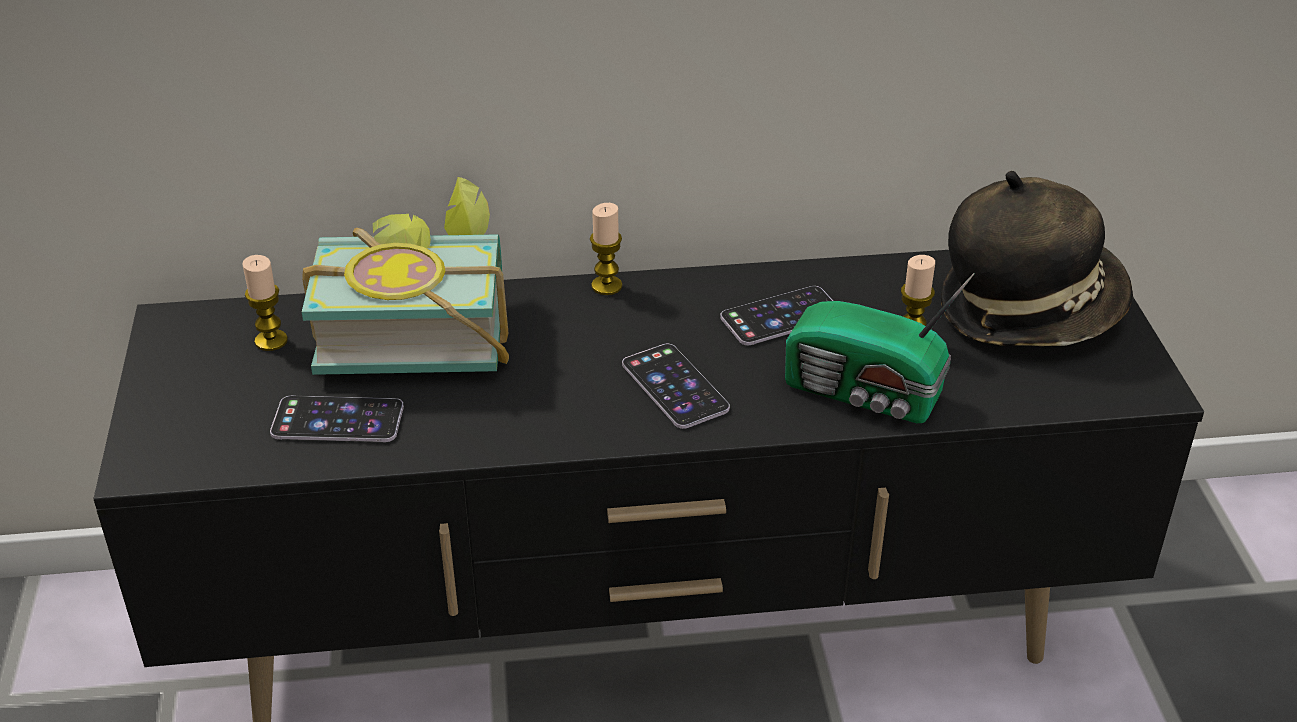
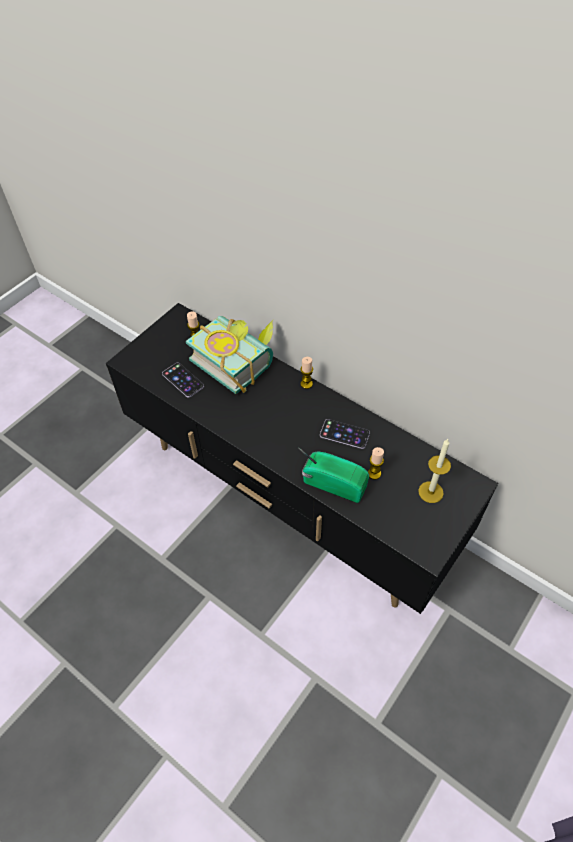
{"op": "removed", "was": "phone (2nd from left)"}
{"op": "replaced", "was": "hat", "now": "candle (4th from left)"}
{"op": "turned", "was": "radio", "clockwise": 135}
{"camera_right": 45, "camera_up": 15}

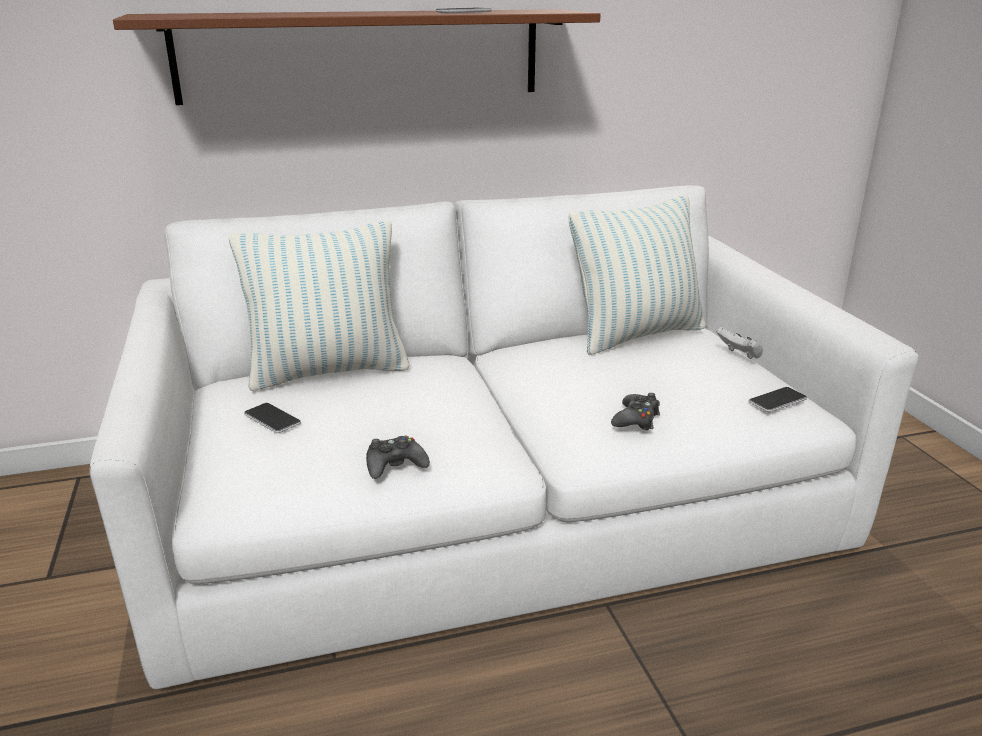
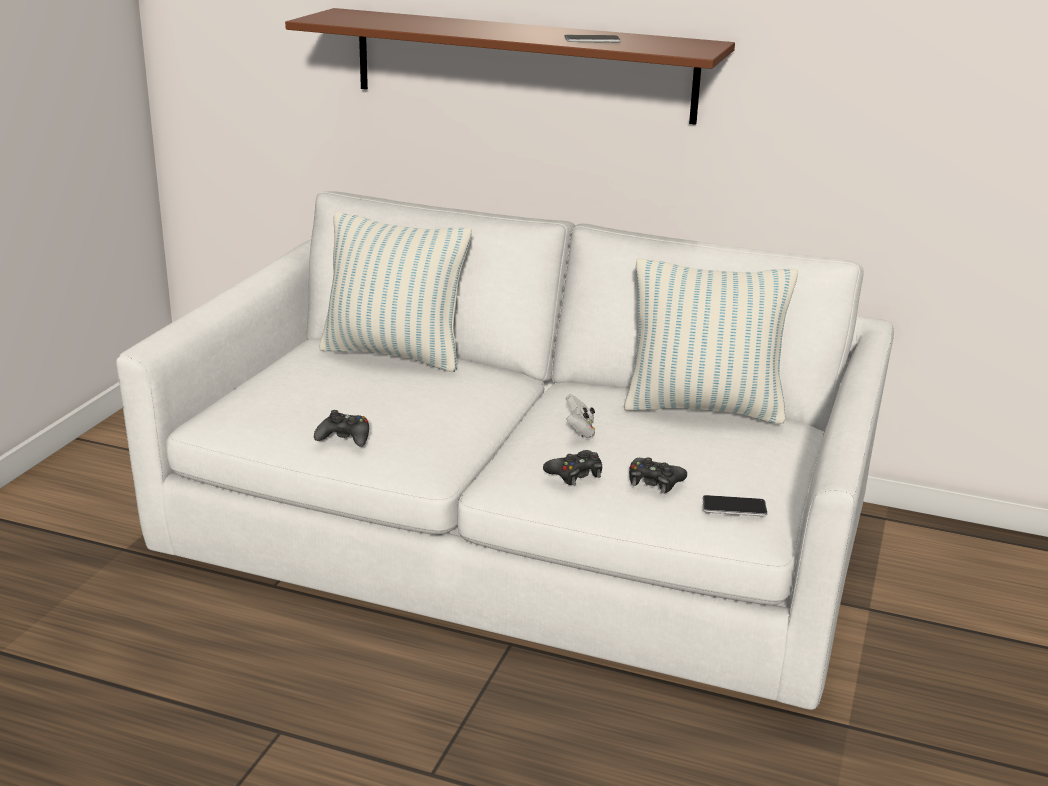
{"op": "removed", "was": "phone (1st from left)"}
{"op": "added", "now": "black game controller (3rd from left)"}
{"op": "moved", "was": "white game controller"}
{"camera_right": 35, "camera_up": 0}

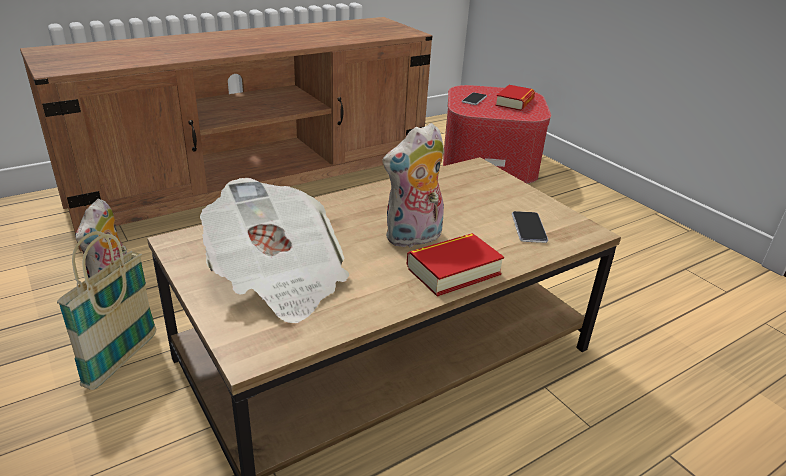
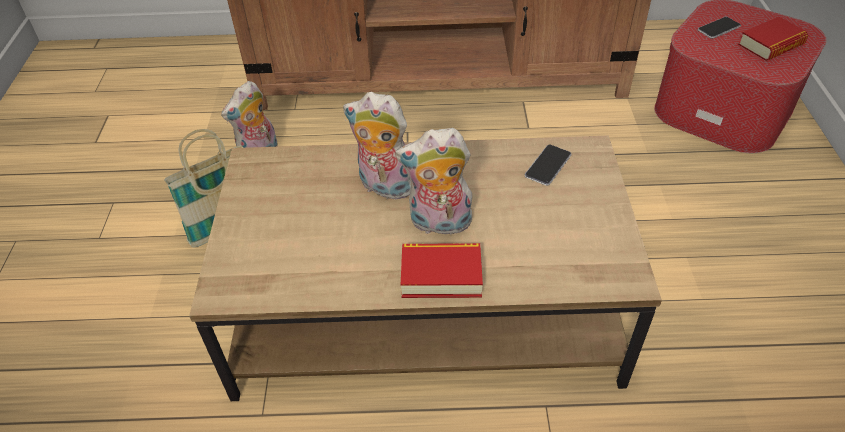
{"op": "removed", "was": "newspaper"}
{"op": "added", "now": "plush toy (2nd from left)"}
{"op": "moved", "was": "phone (2nd from left in the first image)", "now": "phone (1st from left)"}
{"camera_right": 35, "camera_up": 15}

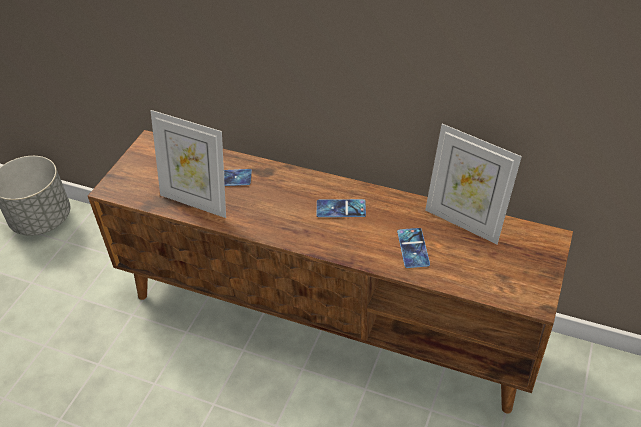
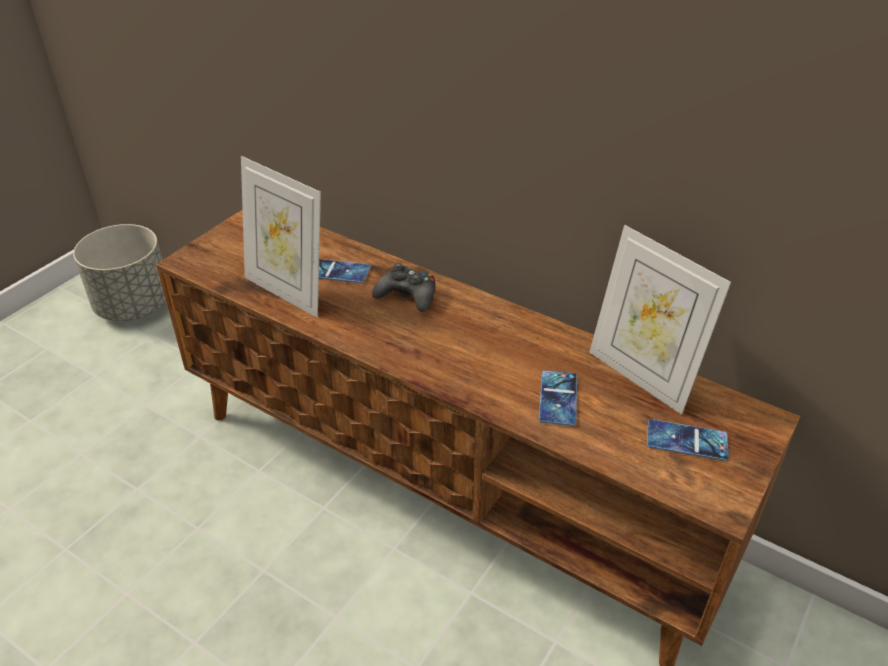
{"op": "added", "now": "black game controller"}
{"op": "moved", "was": "phone (2nd from left in the first image)", "now": "phone (3rd from left)"}
{"camera_right": 10, "camera_up": -5}

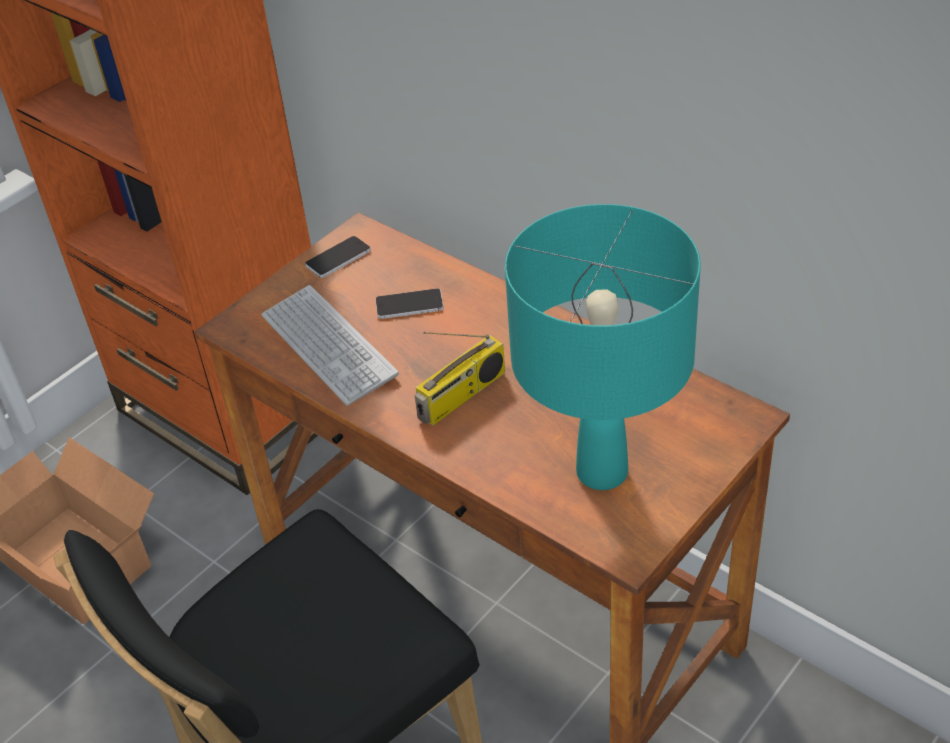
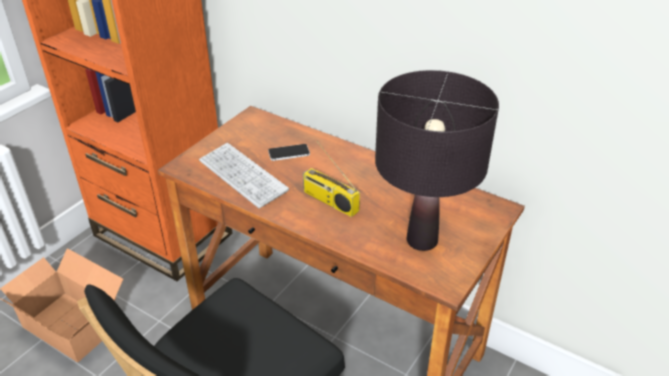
{"op": "removed", "was": "phone (1st from left)"}
{"op": "recoloured", "was": "turquoise table lamp", "now": "black table lamp"}
{"op": "turned", "was": "radio", "clockwise": 90}
{"camera_right": -10, "camera_up": -5}

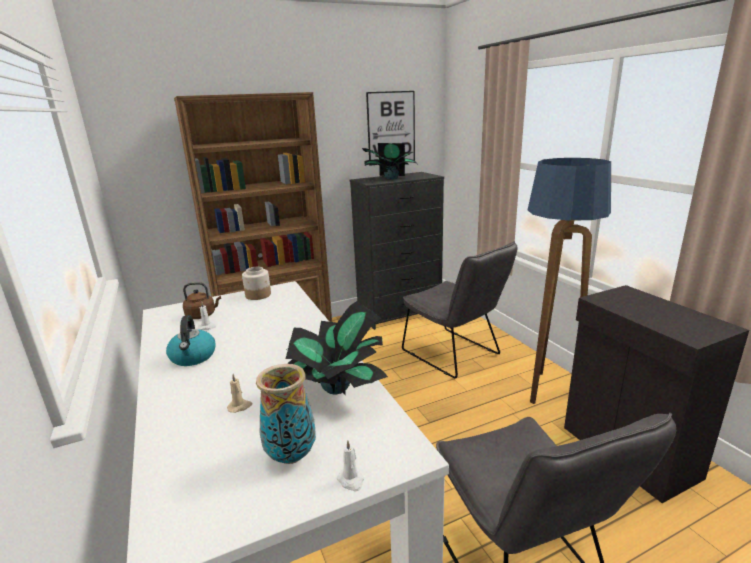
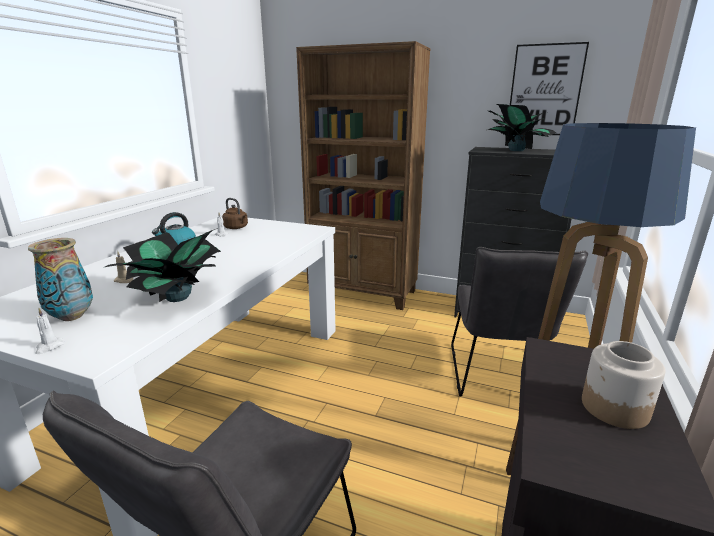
{"op": "moved", "was": "jar"}
{"camera_right": 45, "camera_up": 0}

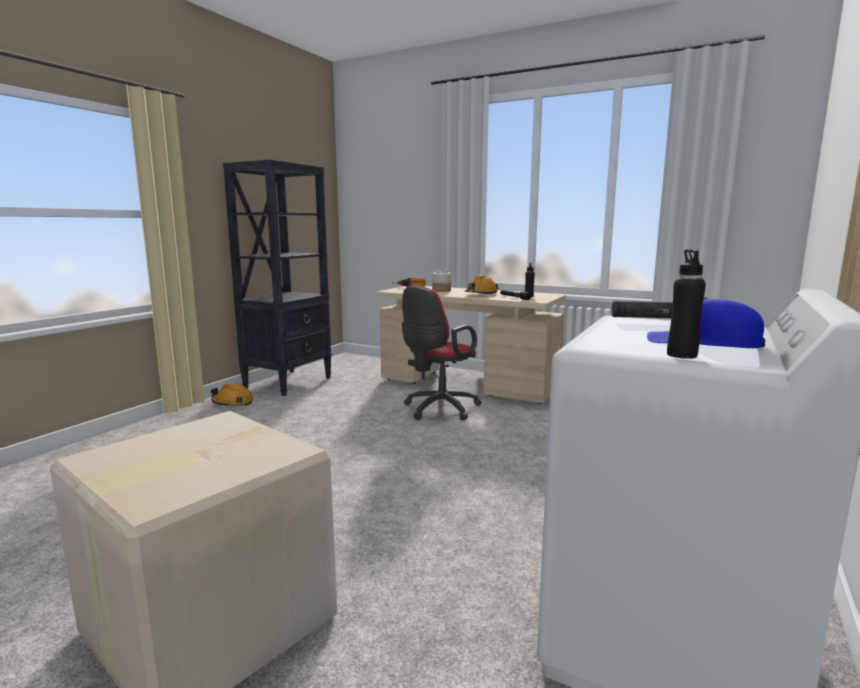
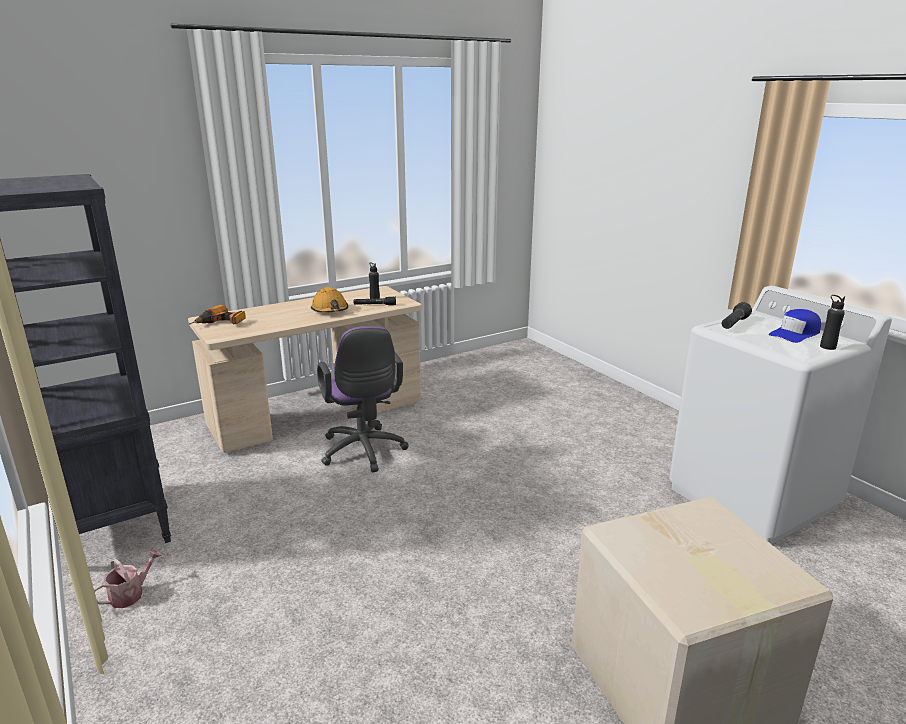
{"op": "removed", "was": "jar"}
{"op": "replaced", "was": "orange hard hat (1st from left)", "now": "watering can"}
{"op": "recoloured", "was": "red office chair", "now": "purple office chair"}
{"camera_right": -60, "camera_up": 10}

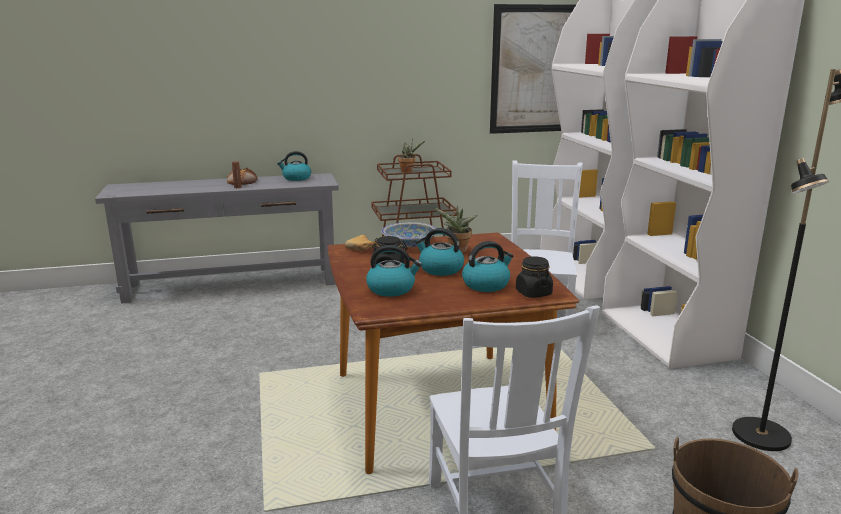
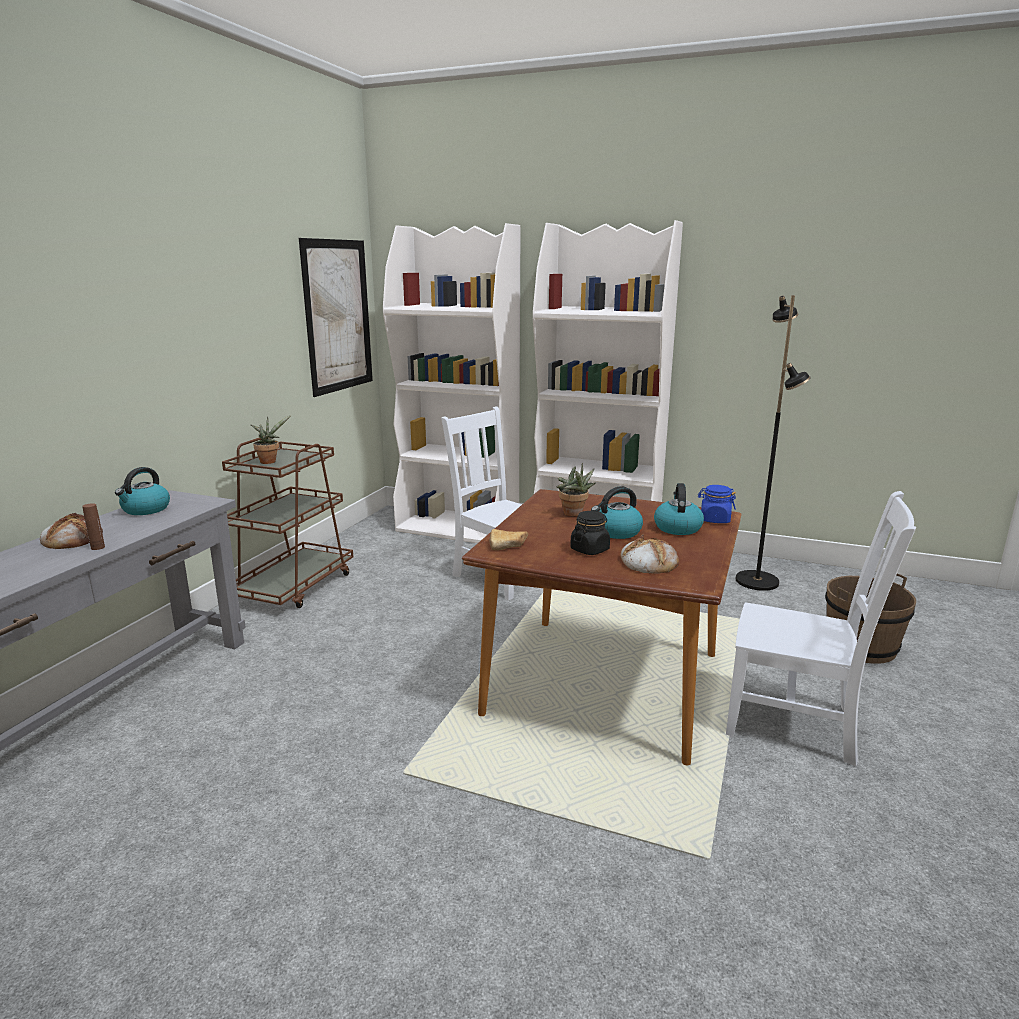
{"op": "removed", "was": "bowl"}
{"op": "replaced", "was": "kettle (2nd from left)", "now": "bread (3rd from left)"}
{"op": "recoloured", "was": "black jar (2nd from left)", "now": "blue jar"}
{"camera_right": -55, "camera_up": 0}

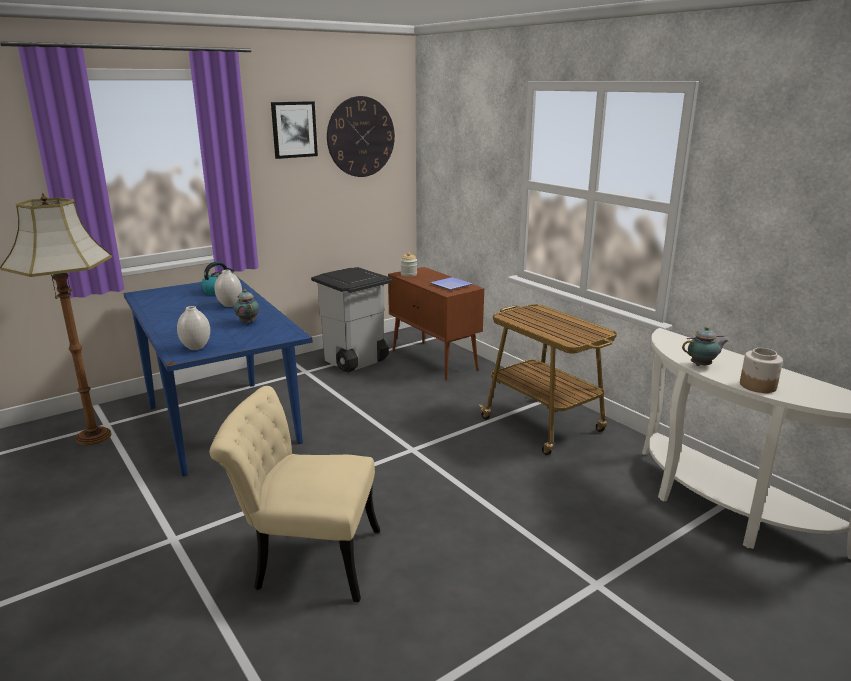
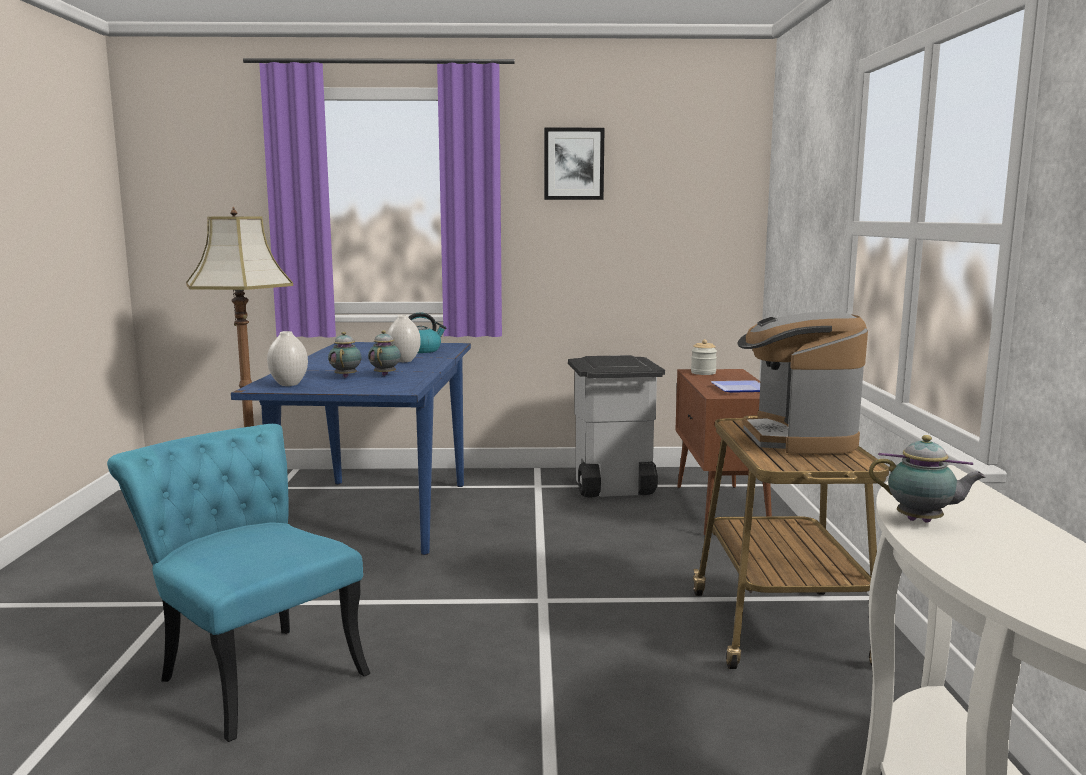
{"op": "removed", "was": "wall clock"}
{"op": "removed", "was": "jar (2nd from left)"}
{"op": "added", "now": "teapot (1st from left)"}
{"op": "added", "now": "coffee machine"}
{"op": "recoloured", "was": "beige chair", "now": "turquoise chair"}
{"camera_right": 35, "camera_up": -10}

